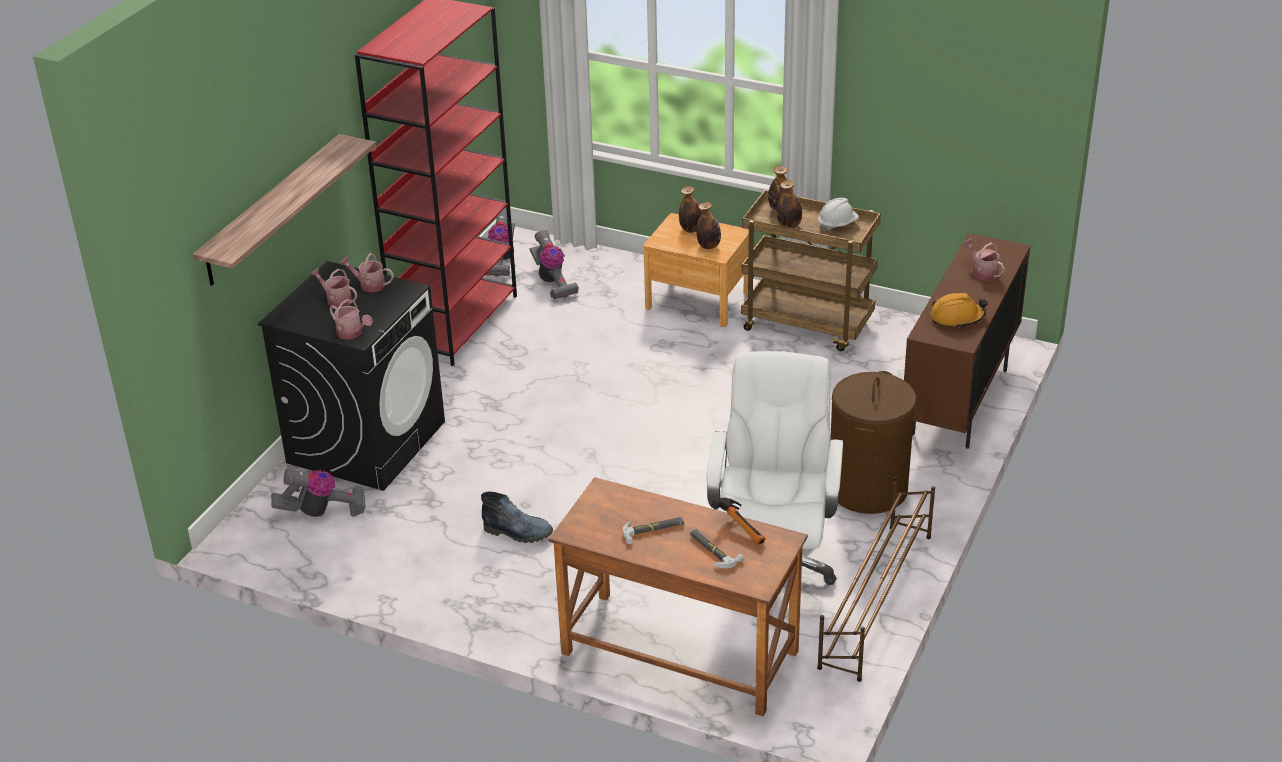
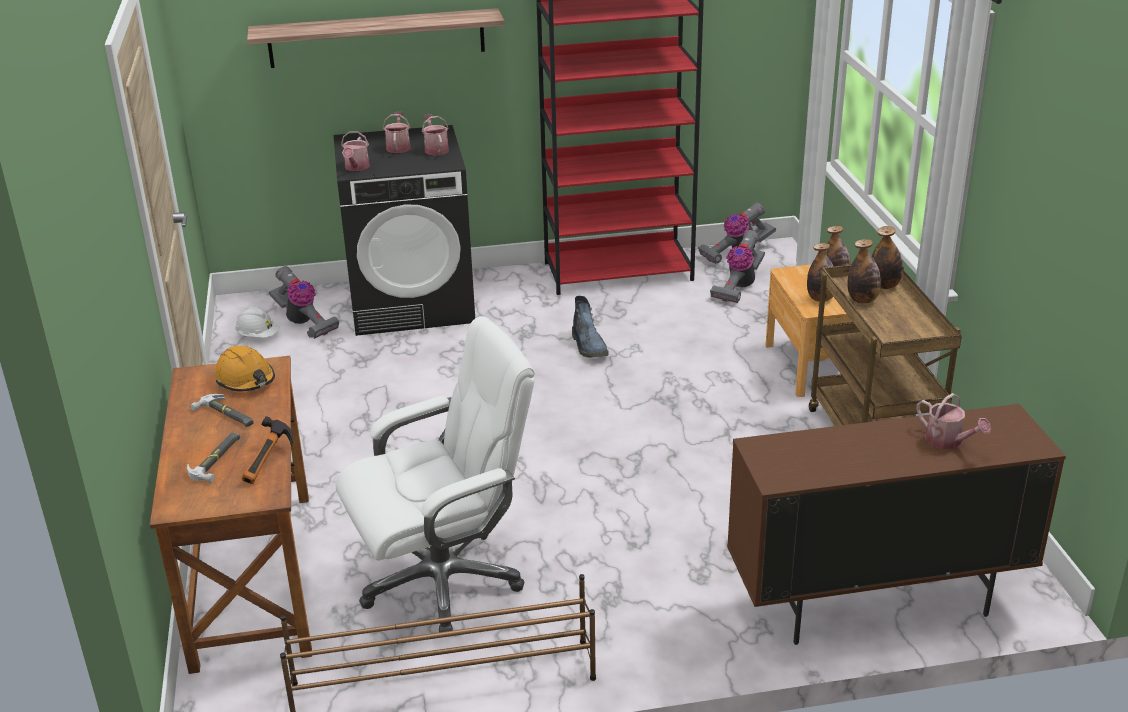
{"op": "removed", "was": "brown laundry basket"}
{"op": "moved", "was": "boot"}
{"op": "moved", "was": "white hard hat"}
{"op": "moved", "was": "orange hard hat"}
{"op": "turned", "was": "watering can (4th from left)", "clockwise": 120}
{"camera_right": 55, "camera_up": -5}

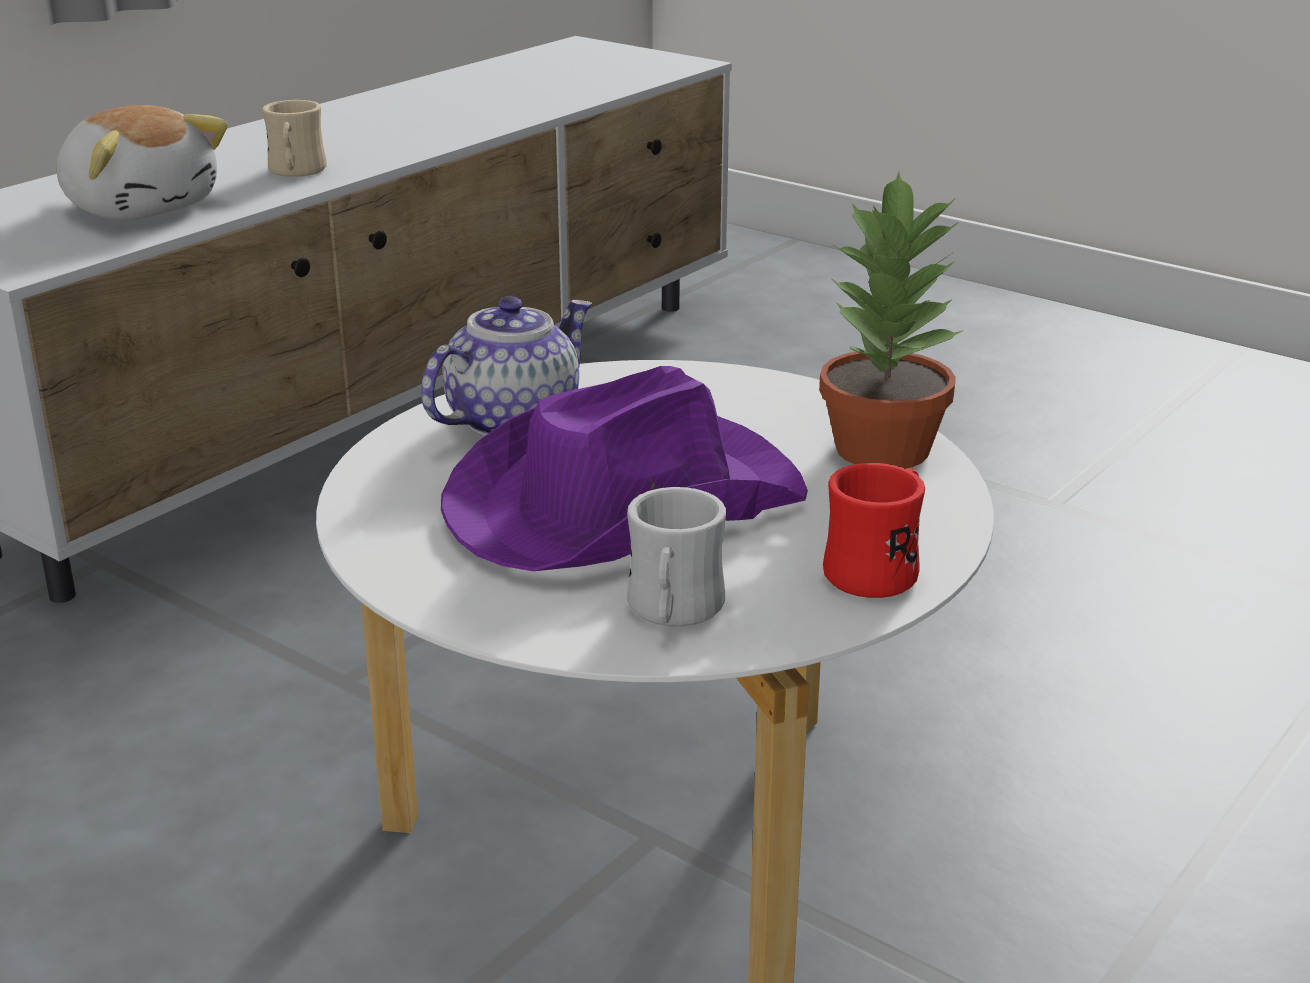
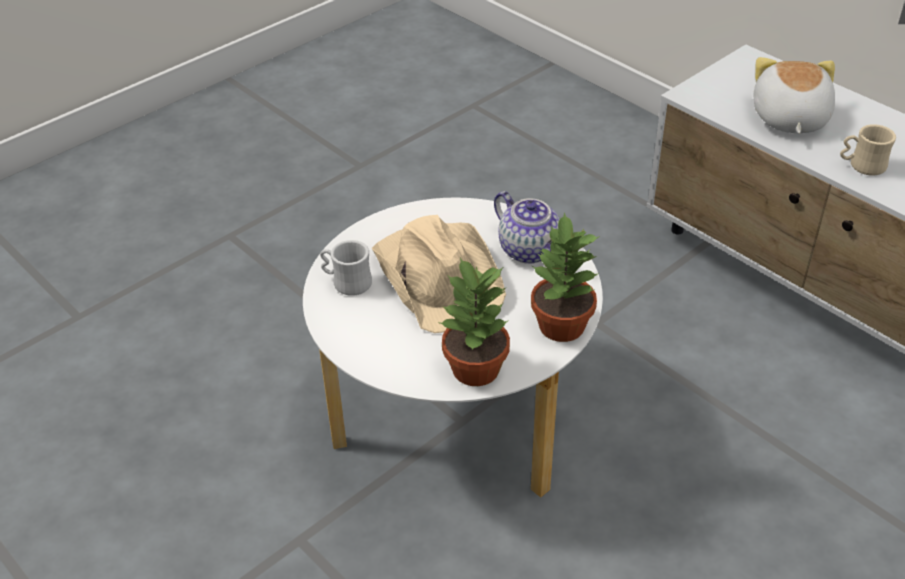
{"op": "removed", "was": "red mug"}
{"op": "added", "now": "potted plant (2nd from left)"}
{"op": "recoloured", "was": "purple hat", "now": "beige hat"}
{"op": "turned", "was": "plush toy", "clockwise": 135}
{"camera_right": 100, "camera_up": 15}

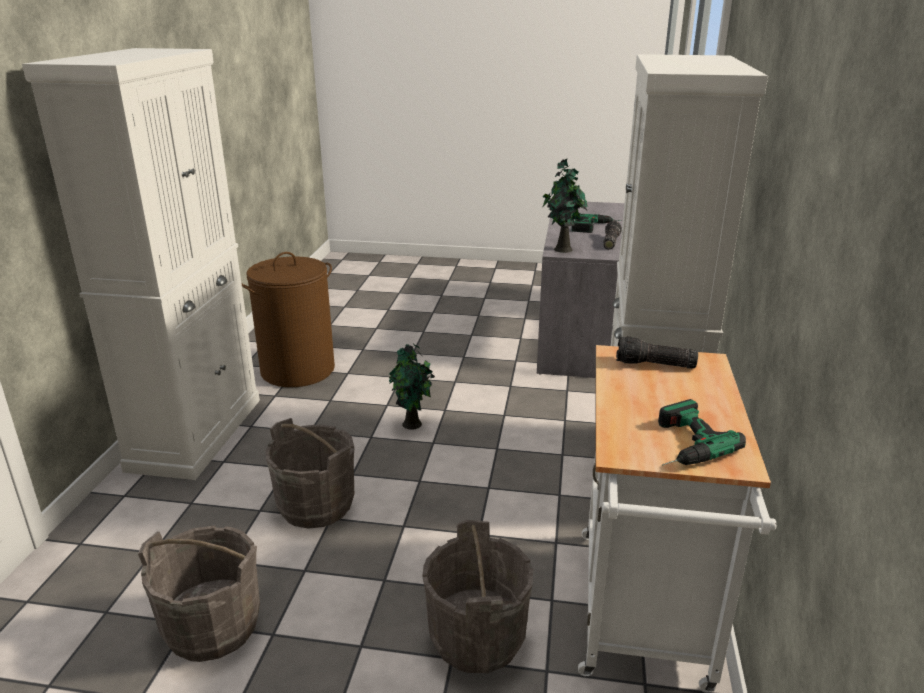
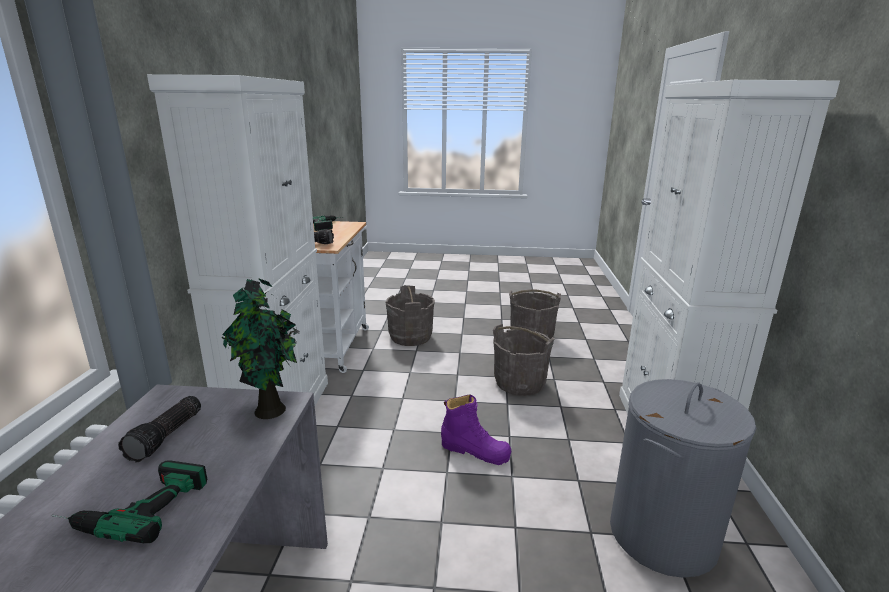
{"op": "replaced", "was": "potted plant (1st from left)", "now": "purple boot"}
{"op": "recoloured", "was": "brown laundry basket", "now": "grey laundry basket"}
{"camera_right": 175, "camera_up": -5}

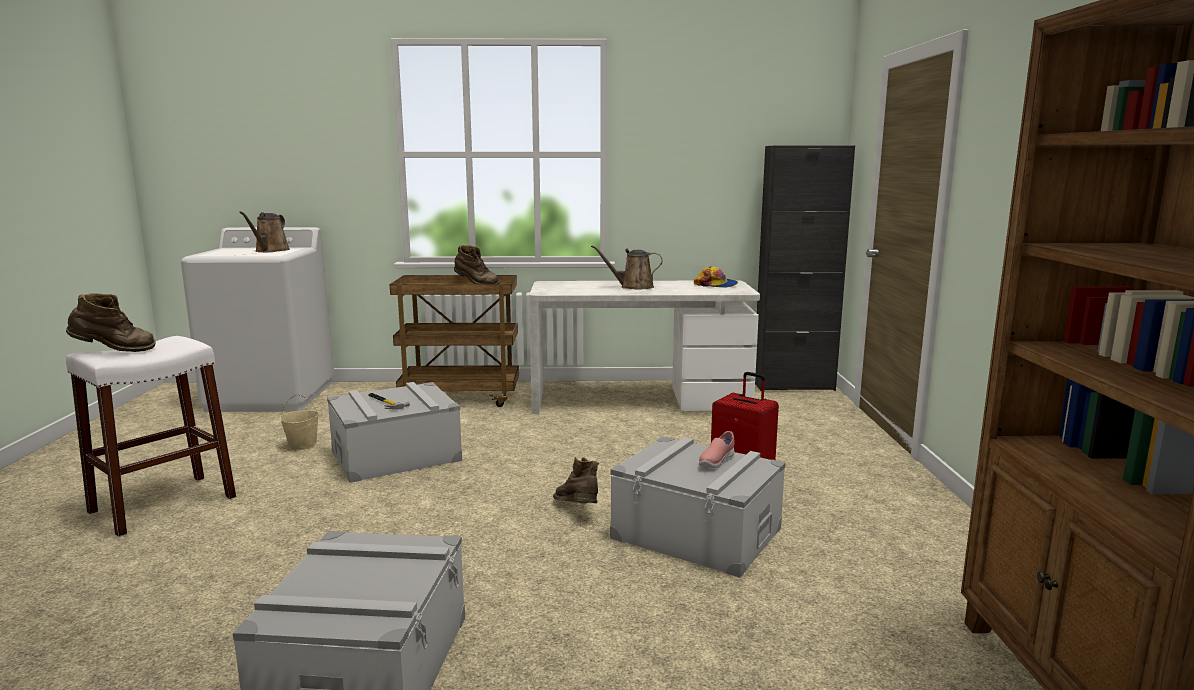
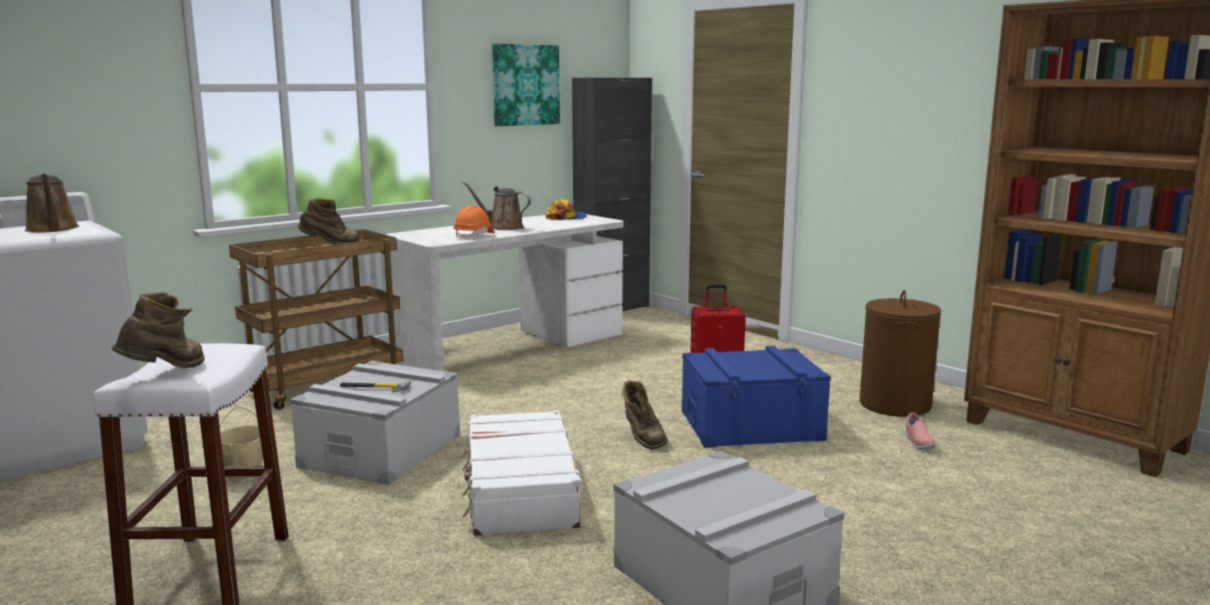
{"op": "added", "now": "orange hard hat"}
{"op": "added", "now": "white suitcase"}
{"op": "added", "now": "picture"}
{"op": "added", "now": "brown laundry basket"}
{"op": "moved", "was": "pink shoe"}
{"op": "recoloured", "was": "grey storage box (3rd from left)", "now": "blue storage box"}
{"op": "turned", "was": "brown boot (3rd from left)", "clockwise": -135}
{"op": "turned", "was": "brown watering can (2nd from left)", "clockwise": 60}
{"camera_right": -40, "camera_up": 0}

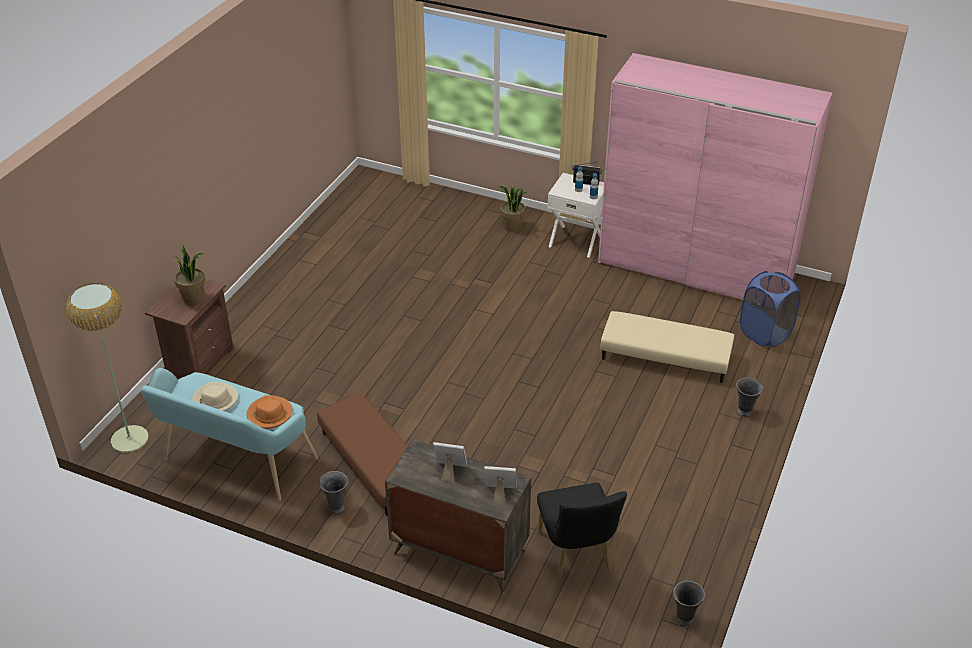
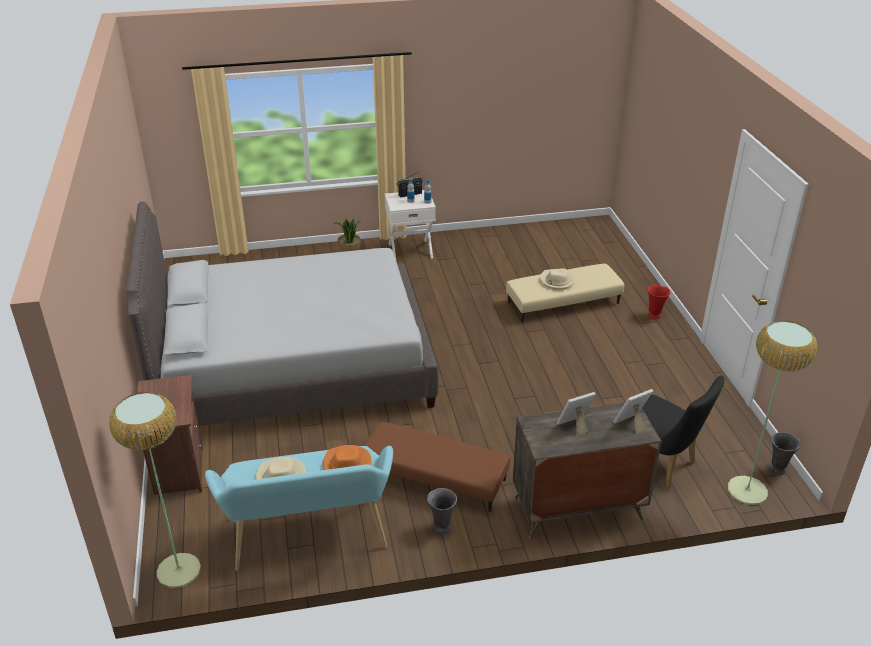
{"op": "removed", "was": "potted plant (1st from left)"}
{"op": "removed", "was": "pink wardrobe"}
{"op": "removed", "was": "blue laundry basket"}
{"op": "added", "now": "grey bed"}
{"op": "added", "now": "beige hat (2nd from left)"}
{"op": "added", "now": "floor lamp (2nd from left)"}
{"op": "recoloured", "was": "grey vase (3rd from left)", "now": "red vase"}
{"camera_right": -35, "camera_up": -5}

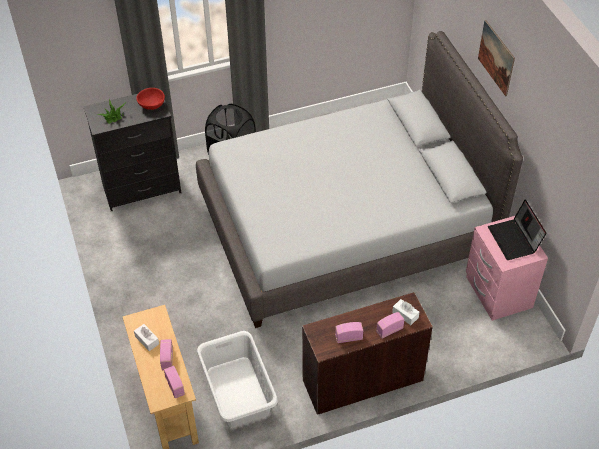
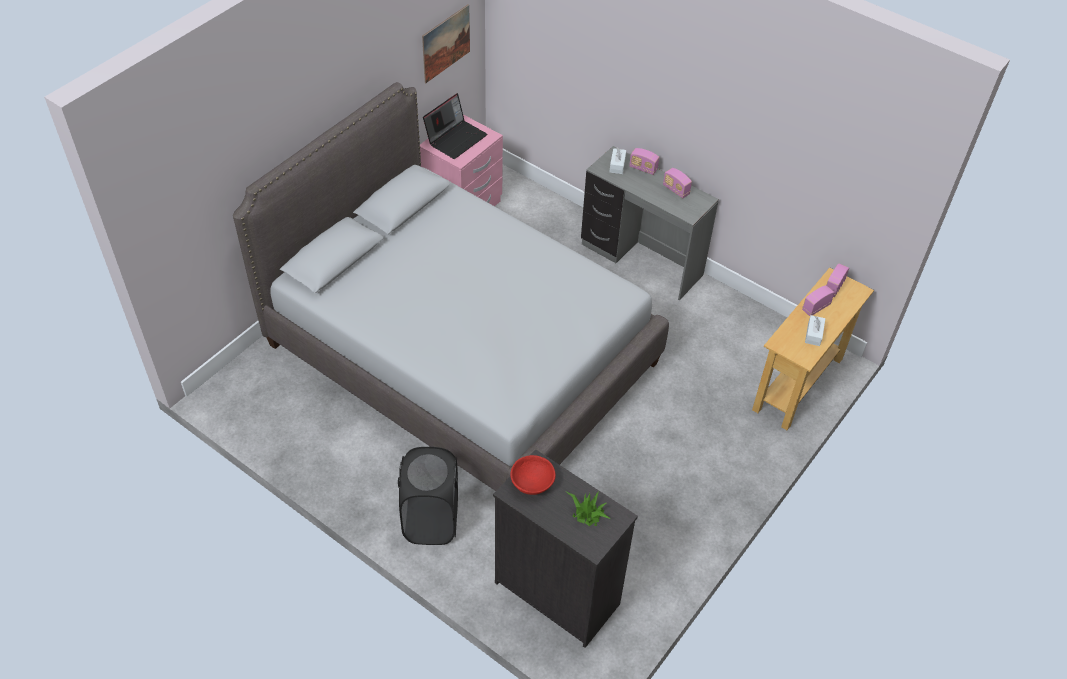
{"op": "removed", "was": "white laundry basket"}
{"op": "moved", "was": "picture"}
{"op": "recoloured", "was": "brown desk", "now": "grey desk"}
{"camera_right": -125, "camera_up": 0}

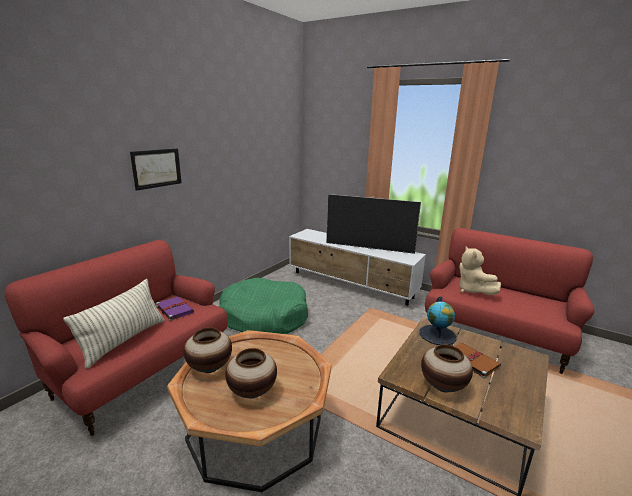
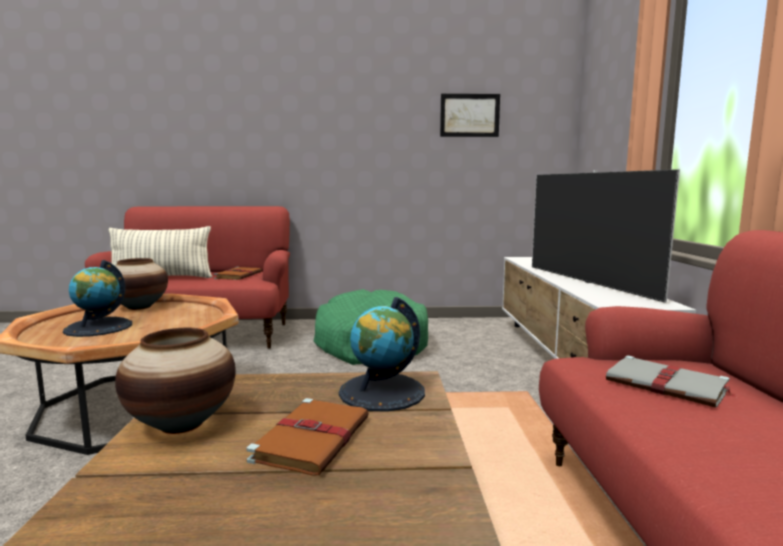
{"op": "moved", "was": "picture"}
{"op": "replaced", "was": "vase (2nd from left)", "now": "globe (1st from left)"}
{"op": "replaced", "was": "beige plush toy", "now": "grey book"}
{"op": "recoloured", "was": "purple book", "now": "brown book (1st from left)"}
{"camera_right": 55, "camera_up": -10}

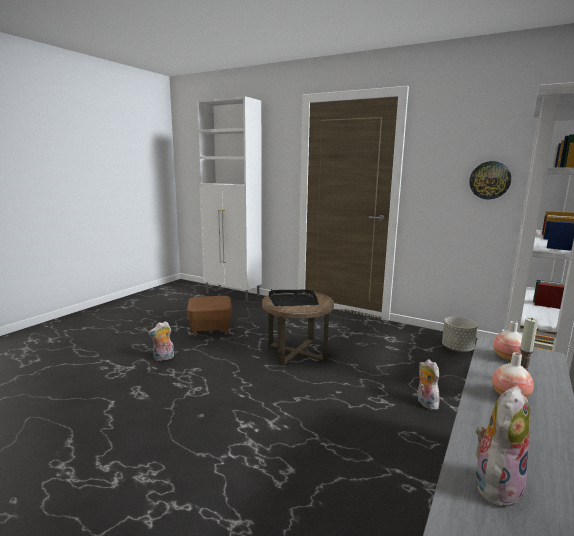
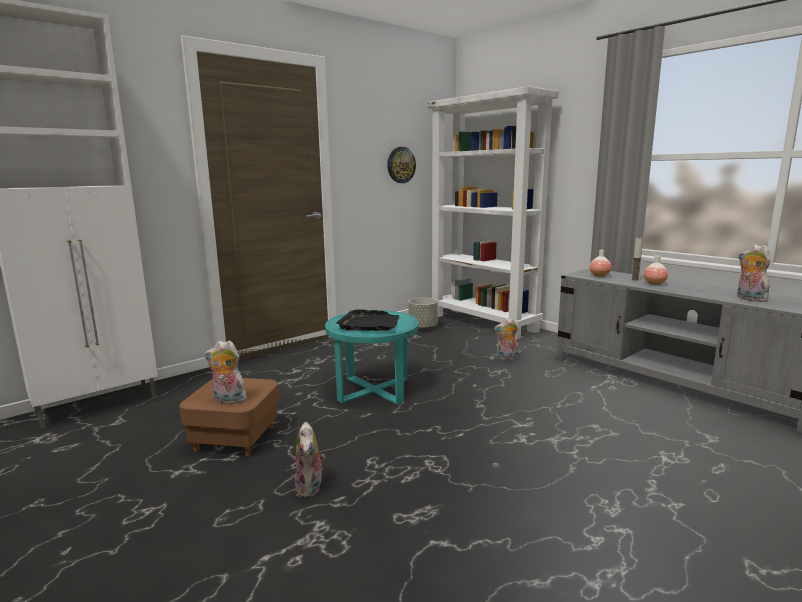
{"op": "added", "now": "plush toy (1st from left)"}
{"op": "recoloured", "was": "brown side table", "now": "turquoise side table"}
{"camera_right": -70, "camera_up": 0}

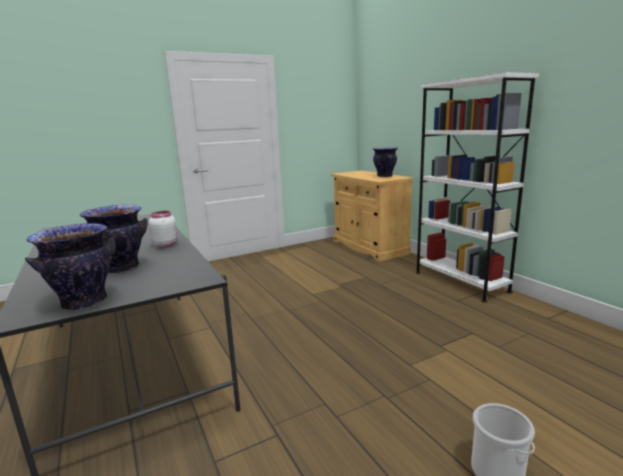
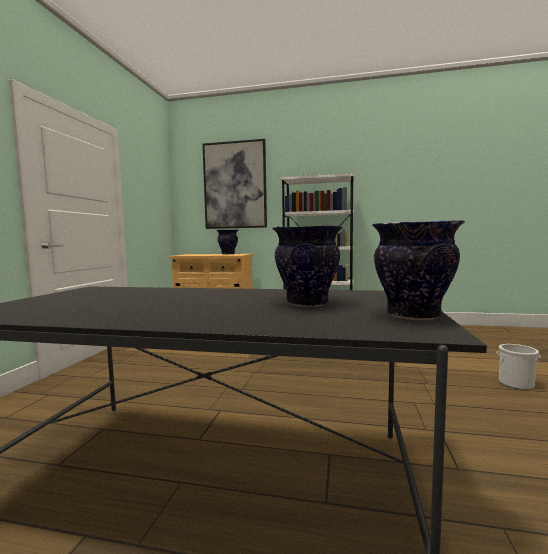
{"op": "removed", "was": "white jar"}
{"op": "added", "now": "picture"}
{"camera_right": -50, "camera_up": -10}

